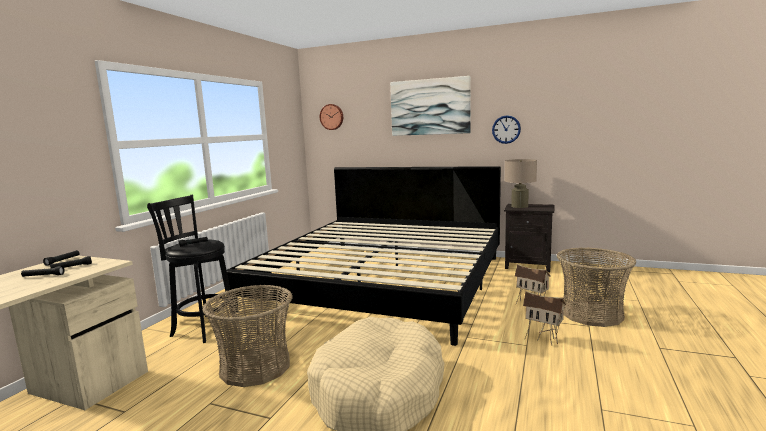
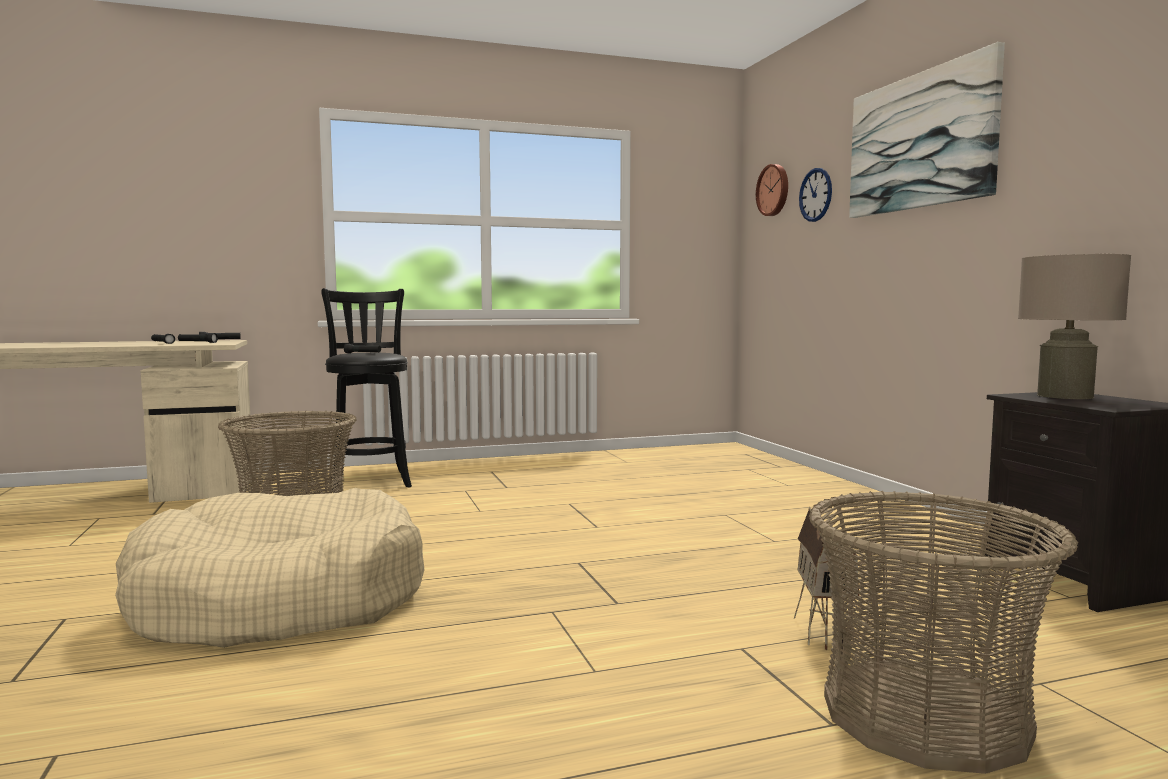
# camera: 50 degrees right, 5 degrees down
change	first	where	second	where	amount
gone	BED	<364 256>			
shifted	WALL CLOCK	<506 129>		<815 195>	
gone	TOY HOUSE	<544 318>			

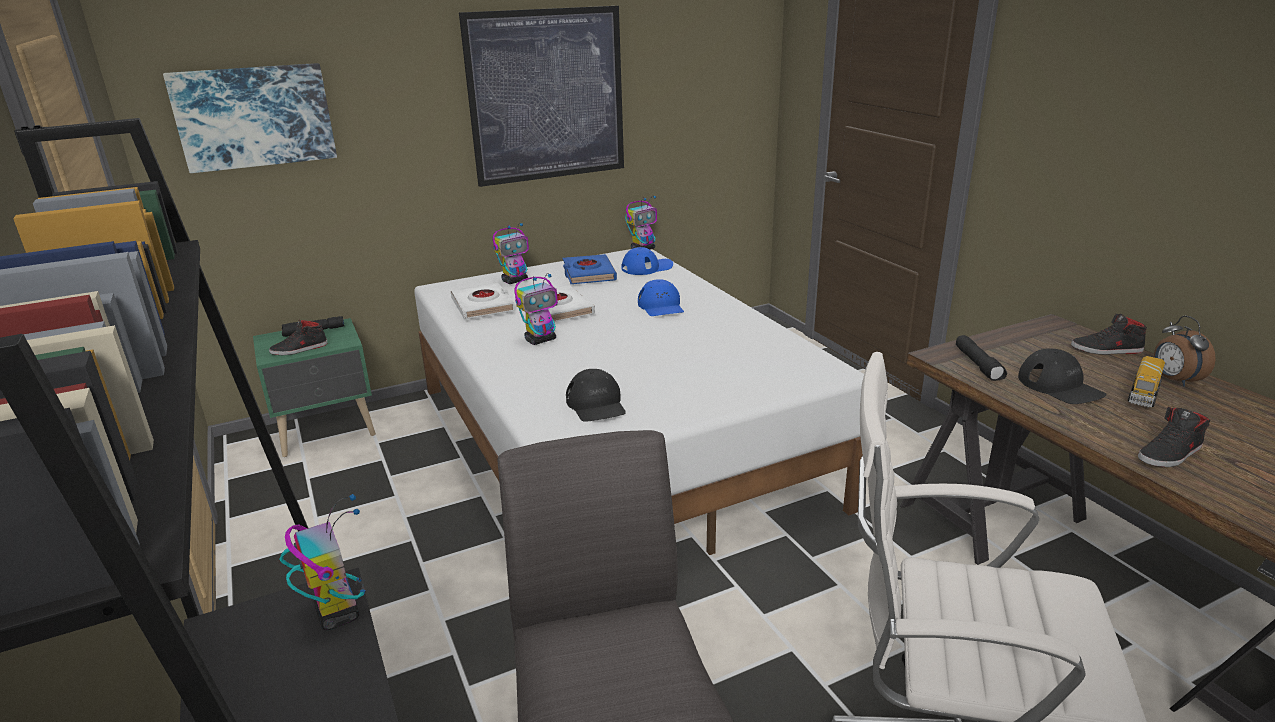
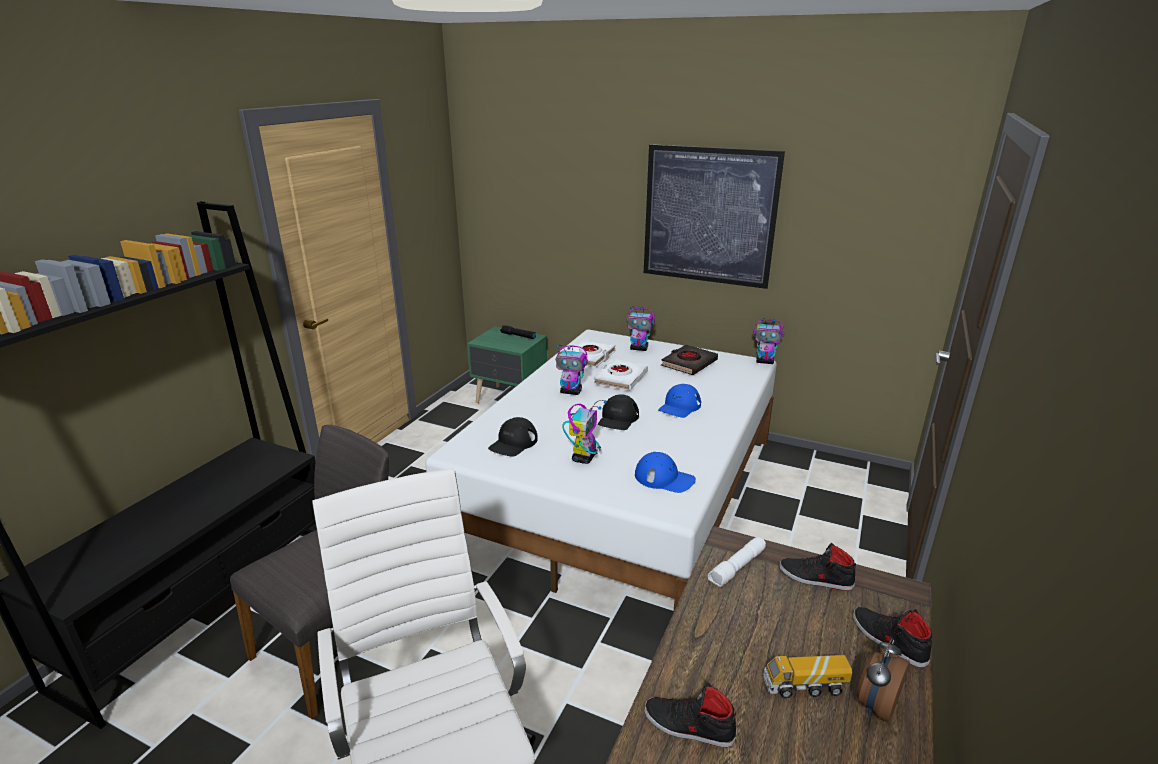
# camera: 50 degrees right, 0 degrees up
change	first	where	second	where	amount
gone	PICTURE	<250 118>			
shifted	BLACK SHOE	<298 337>		<817 567>	
shifted	TOY ROBOT	<322 562>		<585 432>	
repainted	BLUE BOOK	<590 269>	BLACK BOOK	<689 360>	
shifted	BLUE CAP	<647 261>		<665 472>	
repainted	BLACK FLASHLIGHT	<981 358>	WHITE FLASHLIGHT	<737 562>	
shifted	BLACK CAP	<1062 376>		<618 412>	

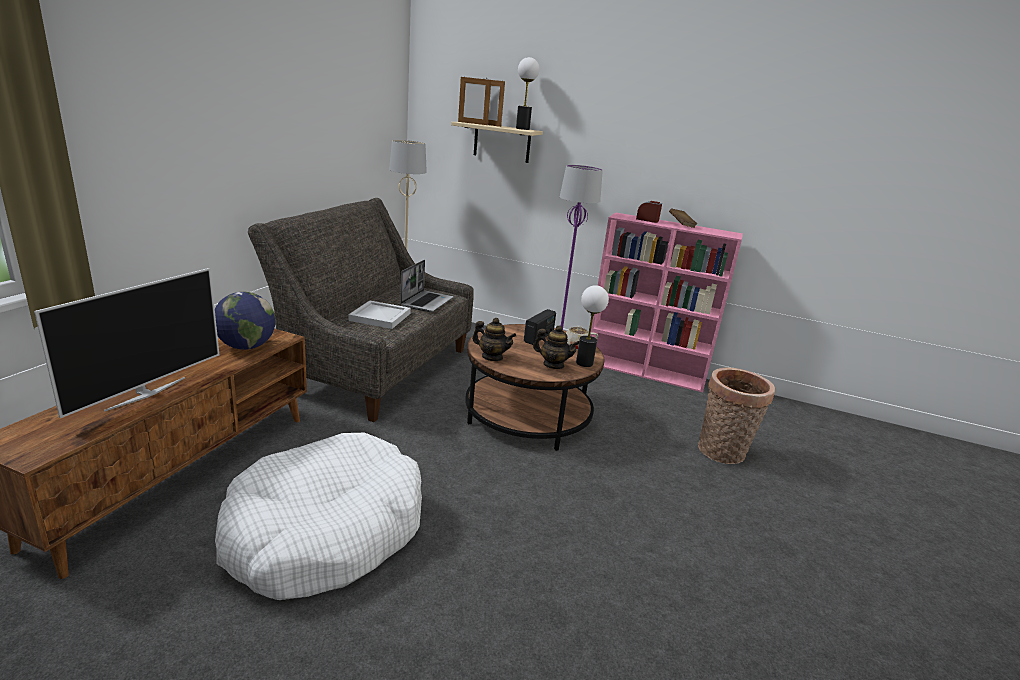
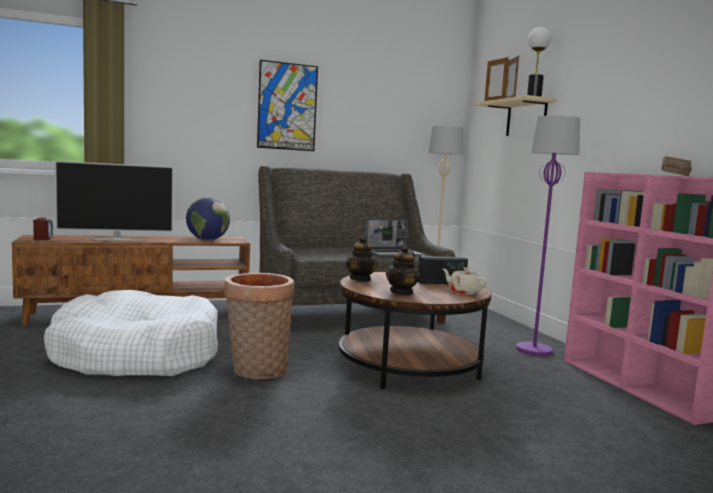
# camera: 50 degrees right, 15 degrees down
change	first	where	second	where	amount
gone	WHITE TRAY	<380 314>			
rotated	TEAPOT	<556 347>		<403 270>	45 degrees clockwise
gone	TABLE LAMP	<592 326>			
shifted	ALARM CLOCK	<649 212>		<43 229>	
shifted	BASKET	<736 415>		<259 326>	
new			PICTURE	<287 105>	

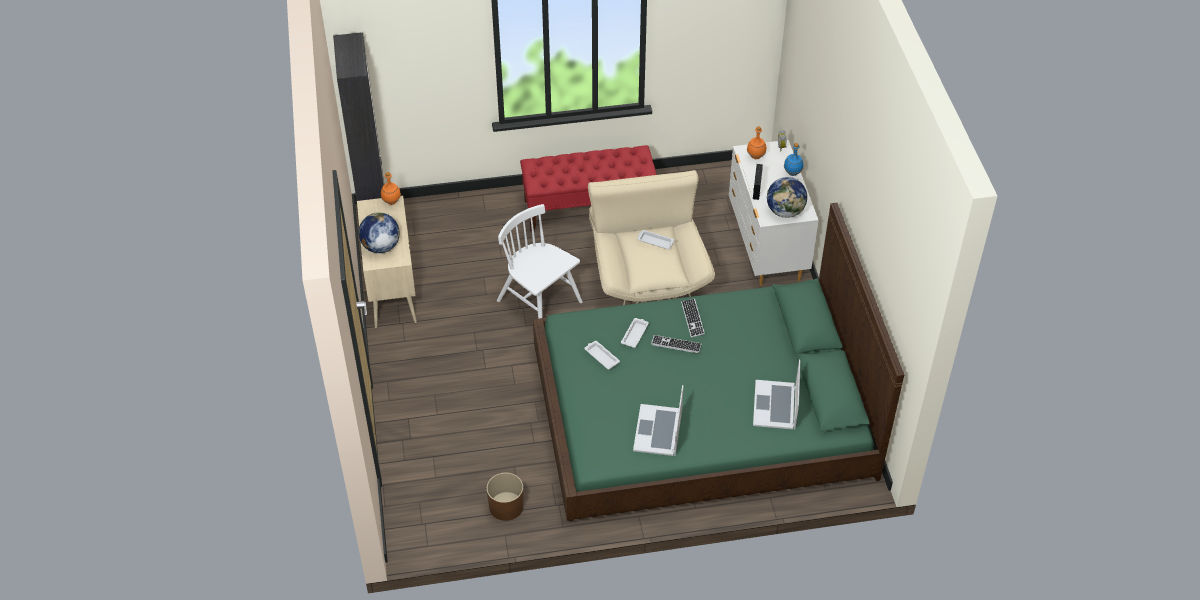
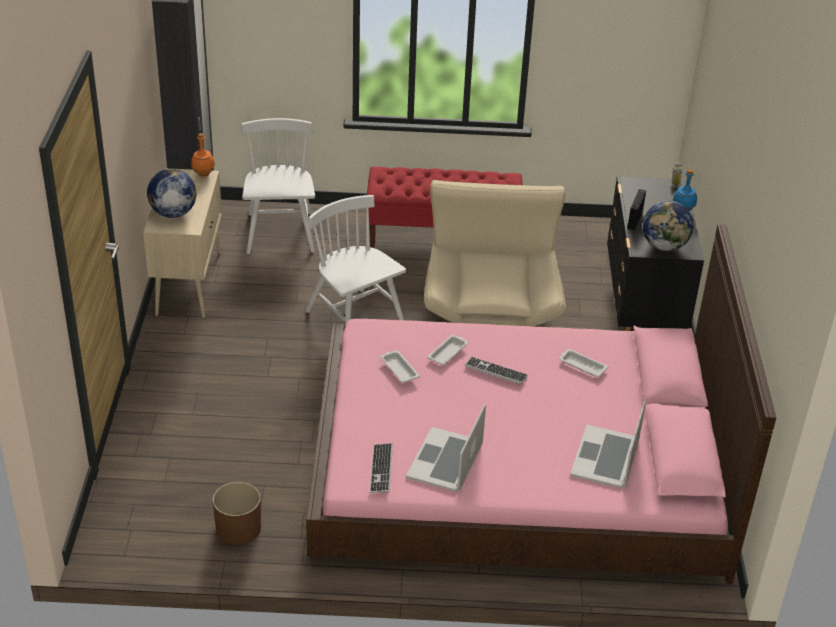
# camera: 10 degrees right, 10 degrees down
change	first	where	second	where	amount
repainted	GREEN BED	<718 362>	PINK BED	<541 404>	
shifted	WHITE TRAY	<656 239>		<584 363>	
shifted	KEYBOARD	<693 317>		<381 468>	
repainted	WHITE DRESSER	<773 213>	BLACK DRESSER	<655 253>	
gone	ORANGE BOTTLE	<756 142>			
new			WHITE CHAIR	<278 186>	

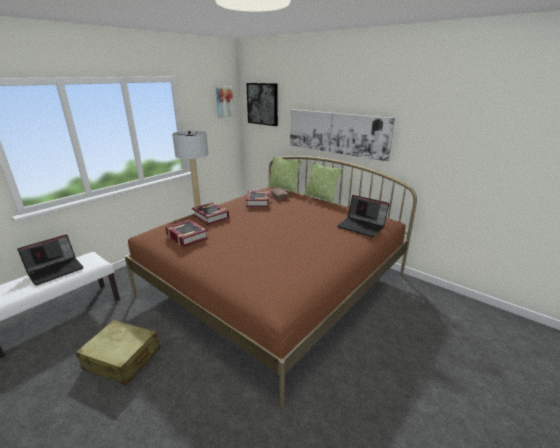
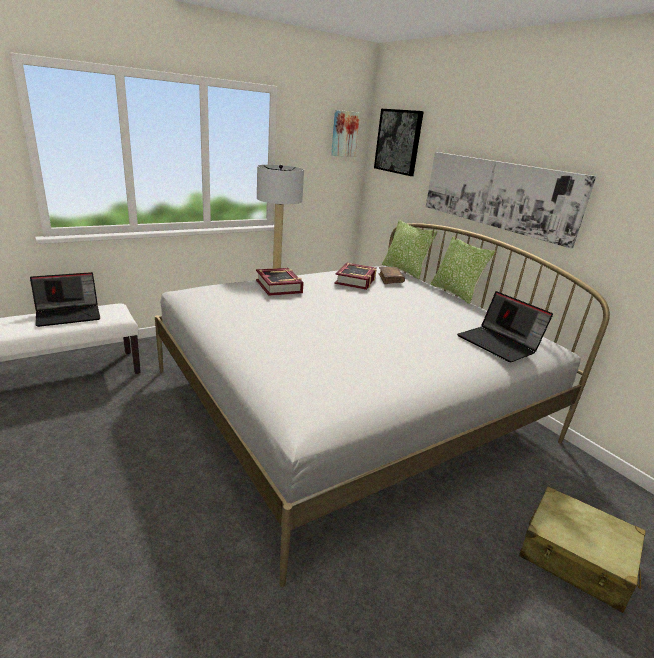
# camera: 15 degrees right, 0 degrees up
change	first	where	second	where	amount
shifted	BEIGE SUITCASE	<117 352>		<582 549>	
repainted	BROWN BED	<271 284>	WHITE BED	<382 405>	
gone	BOOK	<187 233>			

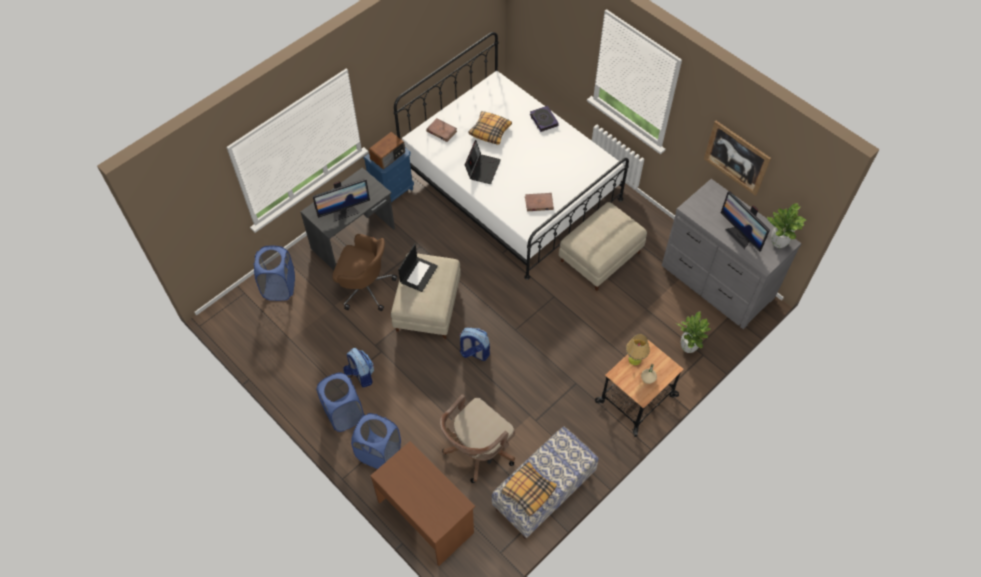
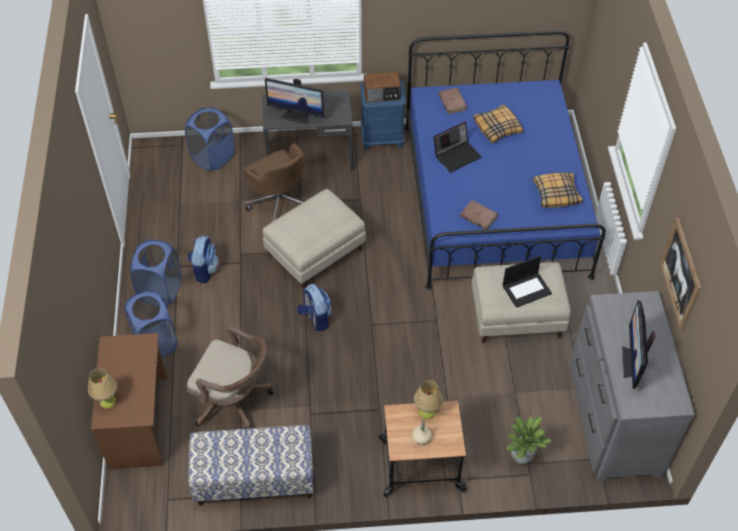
# camera: 40 degrees right, 5 degrees down
change	first	where	second	where	amount
repainted	WHITE BED	<511 156>	BLUE BED	<505 160>	
shifted	LAPTOP	<418 268>		<527 281>	
rotated	BROWN OFFICE CHAIR	<477 438>		<229 377>	150 degrees counterclockwise
shifted	PILLOW	<529 489>		<558 190>	
gone	BOOK	<544 119>			
gone	POTTED PLANT	<786 225>			
new			TABLE LAMP	<103 388>	

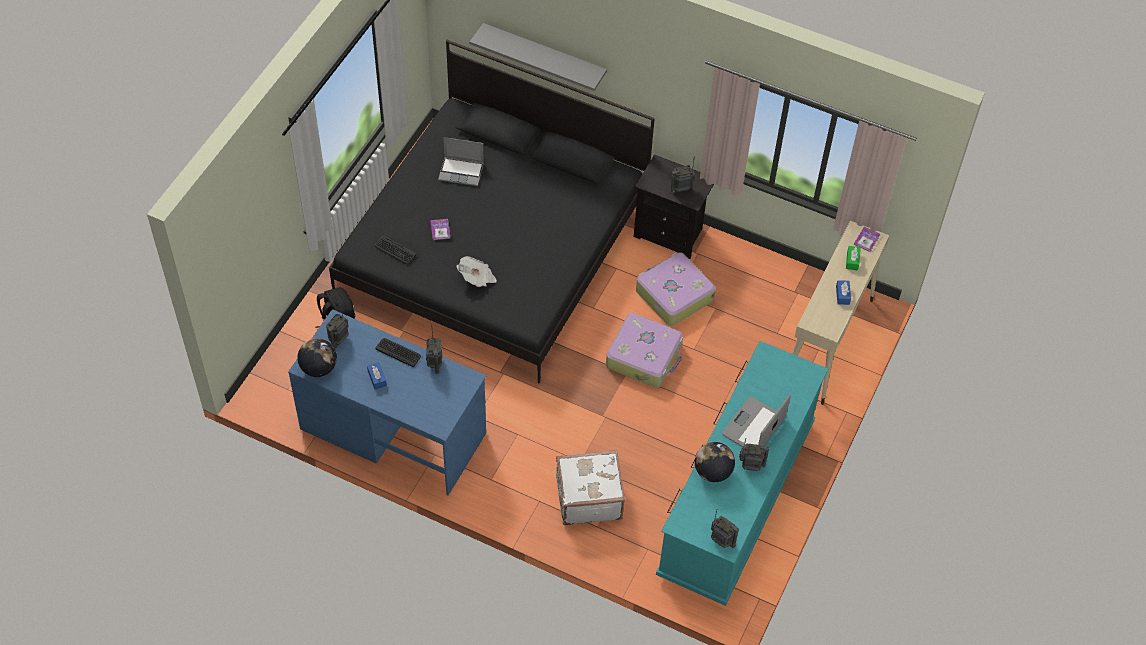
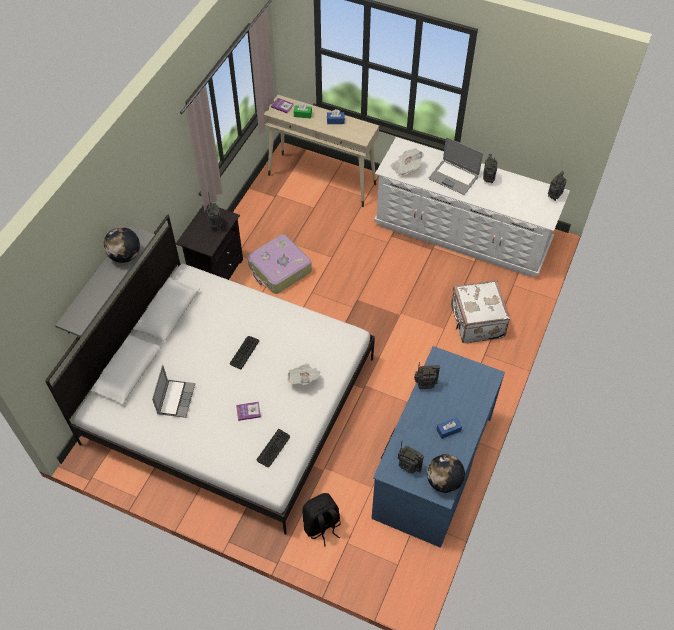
# camera: 90 degrees left, 0 degrees up
change	first	where	second	where	amount
repainted	BLACK BED	<492 212>	WHITE BED	<210 375>	
shifted	KEYBOARD	<398 352>		<244 352>	
gone	SUITCASE	<644 350>			
repainted	TURQUOISE DRESSER	<742 473>	WHITE DRESSER	<472 207>	
shifted	GLOBE	<715 462>		<121 245>	
new			NEWSPAPER	<407 162>	

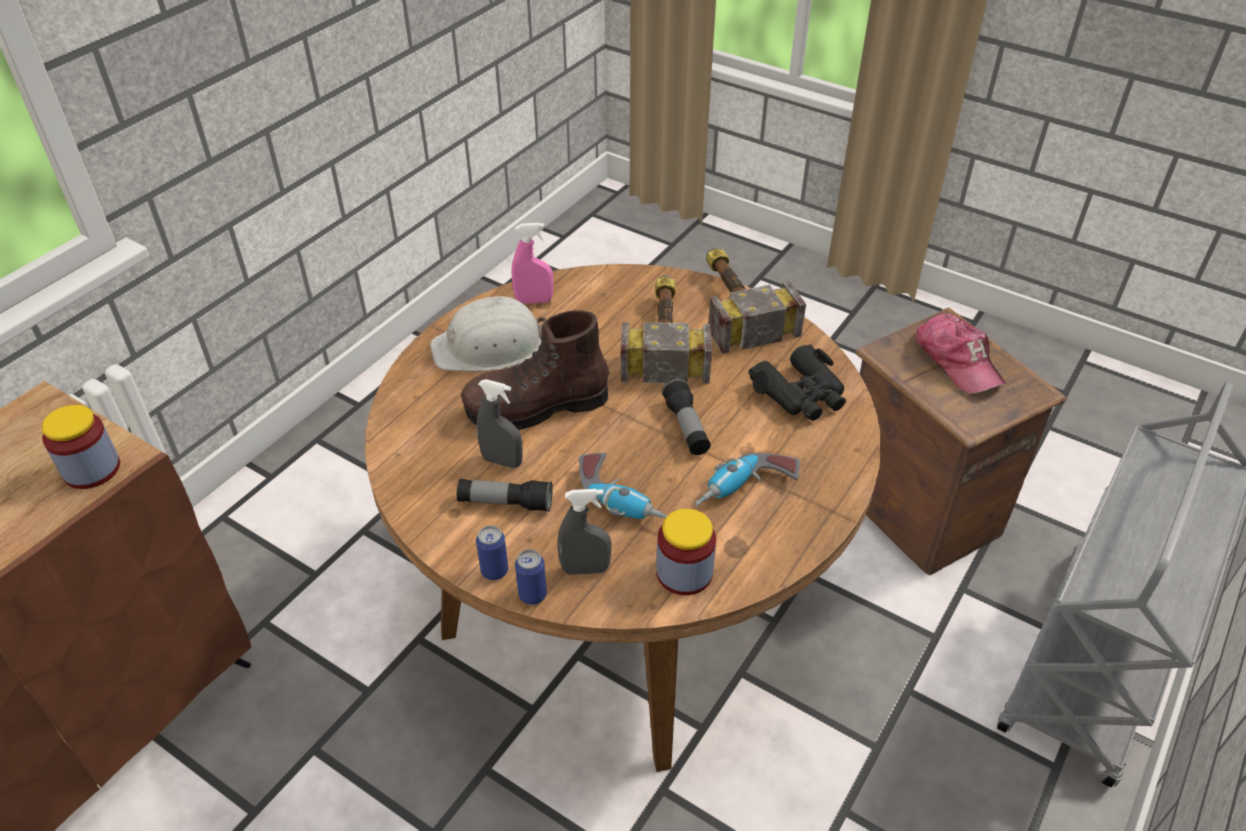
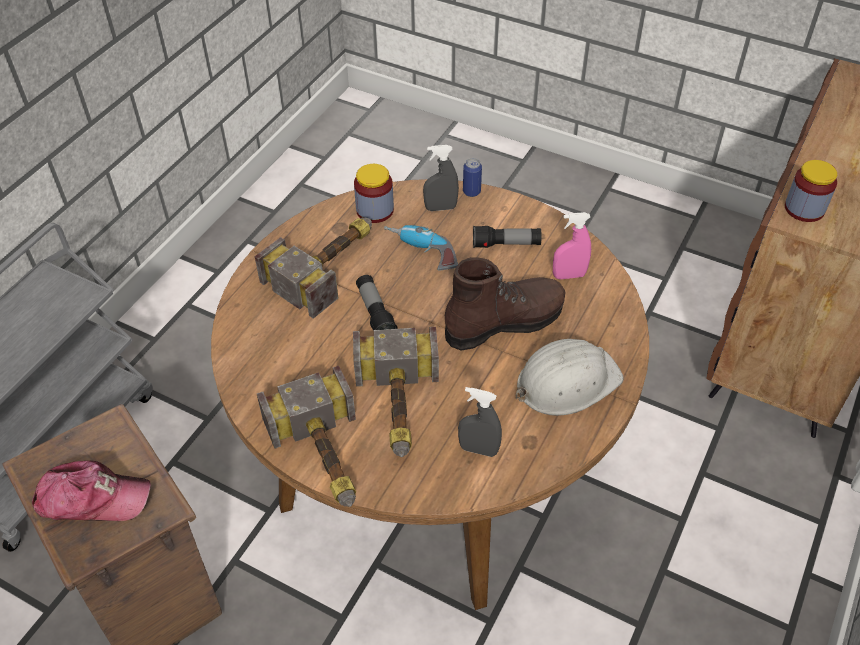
# camera: 175 degrees right, 5 degrees up
change	first	where	second	where	amount
shifted	GREY SPRAY BOTTLE	<499 423>		<480 422>	
gone	CAN	<492 552>			
shifted	PINK SPRAY BOTTLE	<532 263>		<572 246>	
swapped	POWER DRILL	<747 479>	HAMMER	<313 268>	
gone	BLACK BINOCULARS	<797 383>			
rotated	CAP	<960 353>		<91 490>	120 degrees clockwise

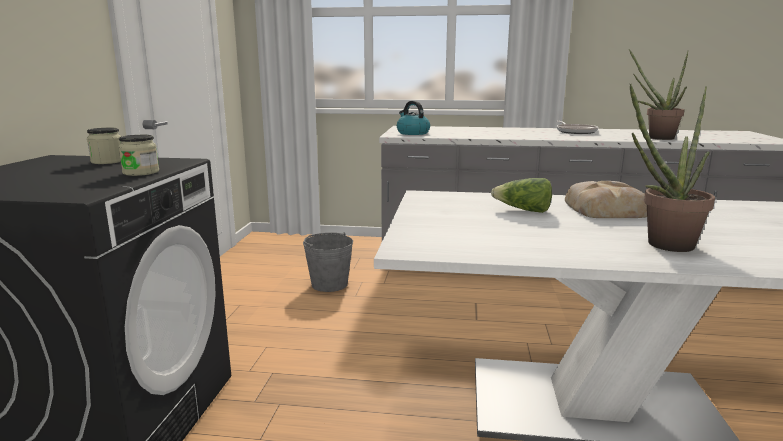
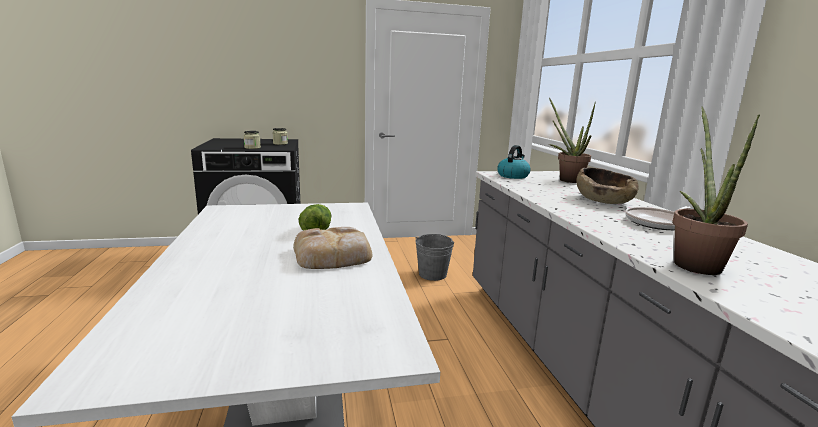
# camera: 70 degrees right, 0 degrees up
change	first	where	second	where	amount
shifted	POTTED PLANT	<672 167>		<572 140>	
new			BROWN BOWL	<607 185>	

